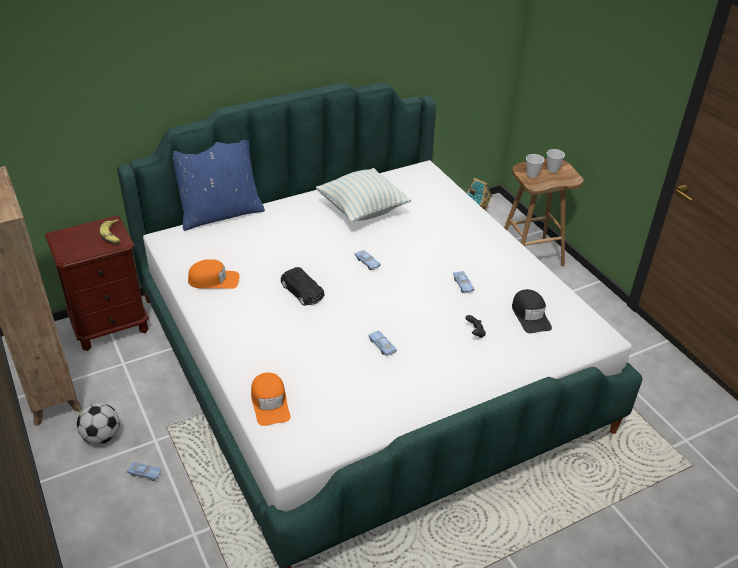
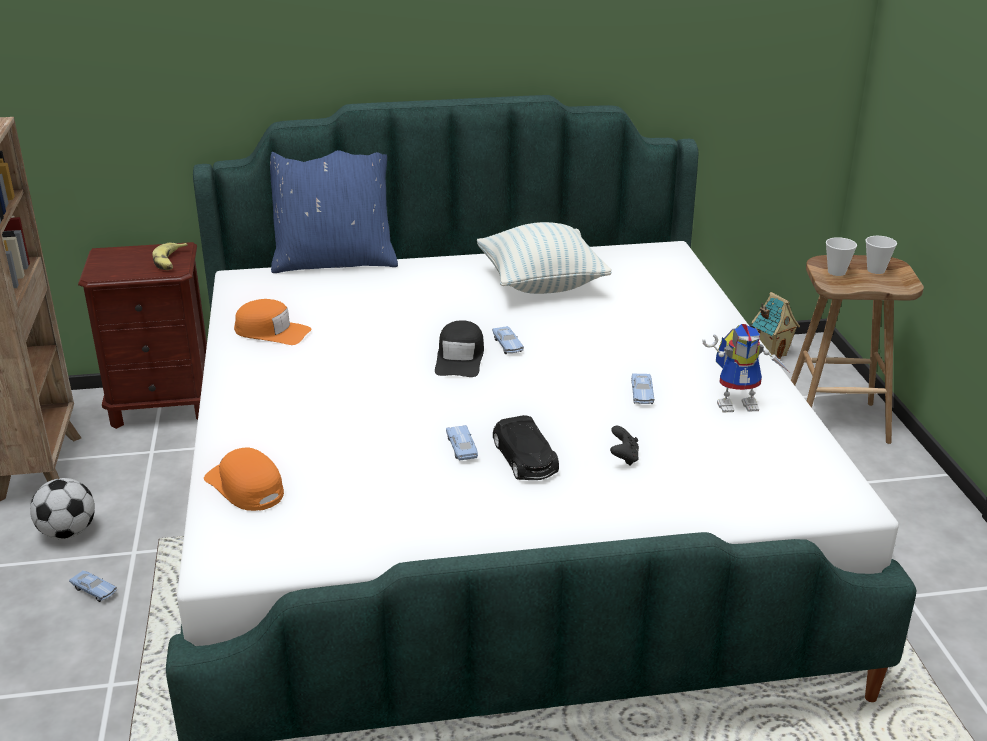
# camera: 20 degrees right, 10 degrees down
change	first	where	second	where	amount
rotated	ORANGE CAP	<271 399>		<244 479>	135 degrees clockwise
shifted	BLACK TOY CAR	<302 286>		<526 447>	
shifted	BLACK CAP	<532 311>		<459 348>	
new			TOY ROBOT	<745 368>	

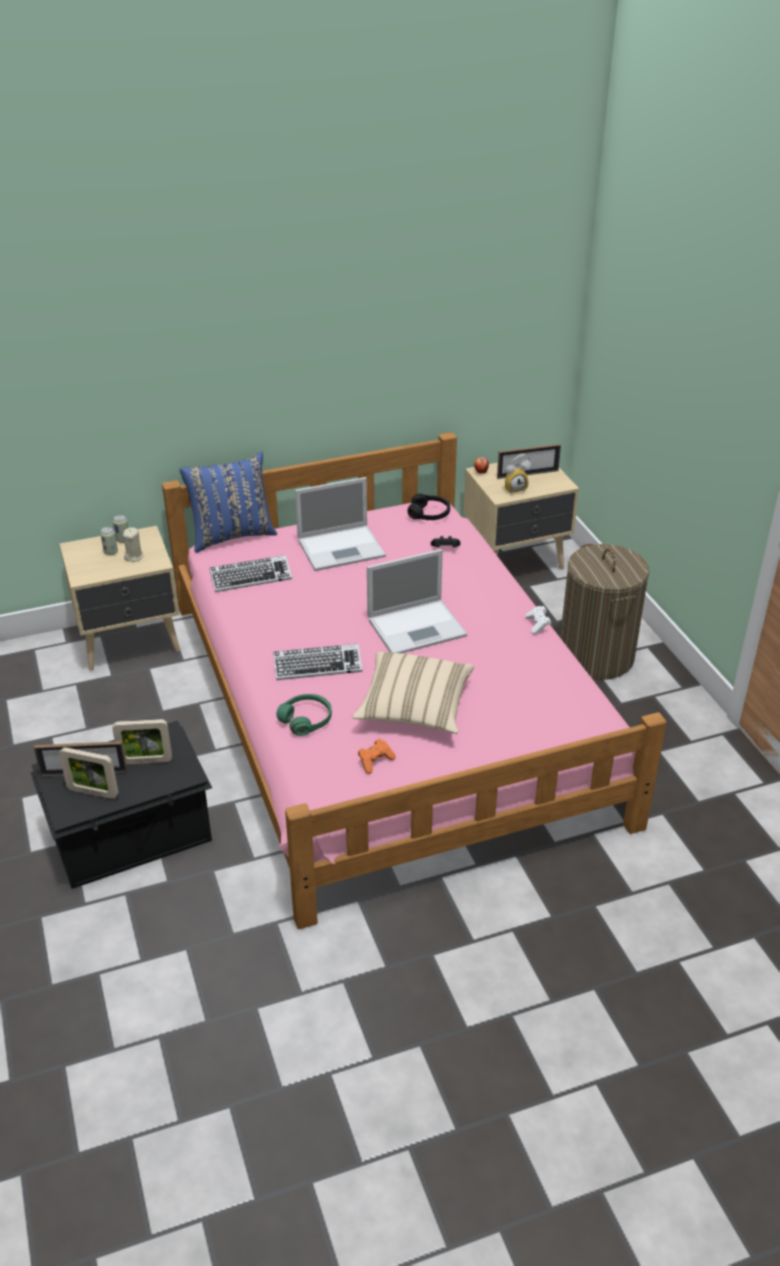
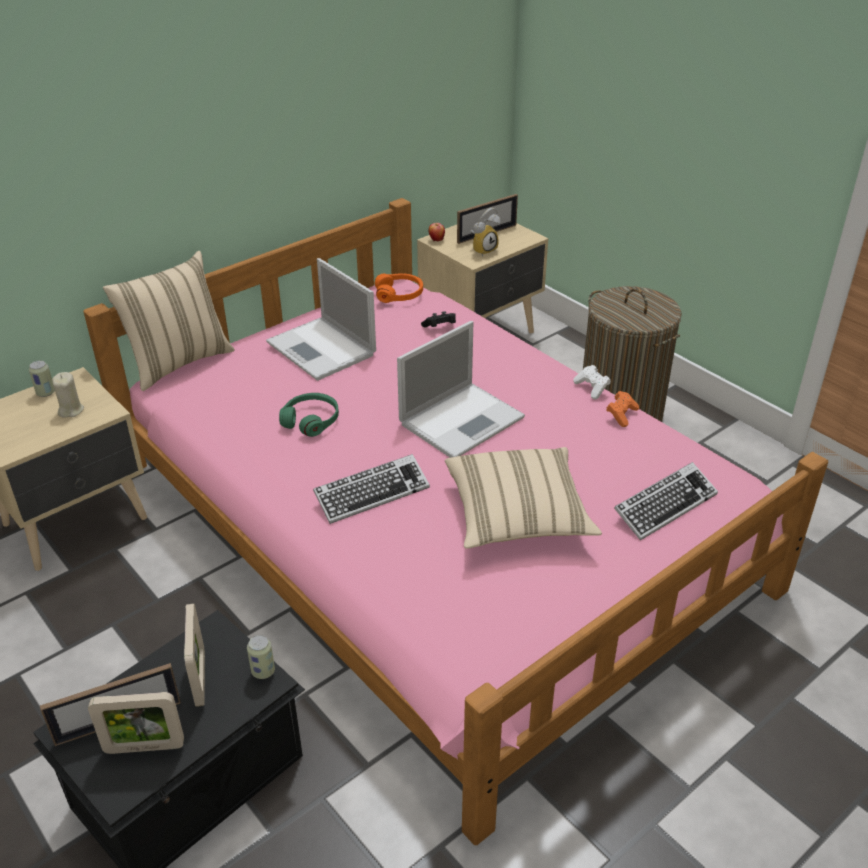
# camera: 20 degrees left, 0 degrees up
change	first	where	second	where	amount
shifted	CAN	<109 541>		<261 657>	
rotated	PICTURE FRAME	<142 741>		<194 655>	75 degrees counterclockwise
repainted	BLUE PILLOW	<228 502>	BEIGE PILLOW	<169 321>	
shifted	KEYBOARD	<251 573>		<666 501>	
shifted	GREEN HEADPHONES	<304 715>		<309 415>	
rotated	LAPTOP	<340 524>		<321 319>	90 degrees clockwise
shifted	ORANGE GAME CONTROLLER	<376 756>		<622 409>	
repainted	BLACK HEADPHONES	<428 506>	ORANGE HEADPHONES	<399 288>	

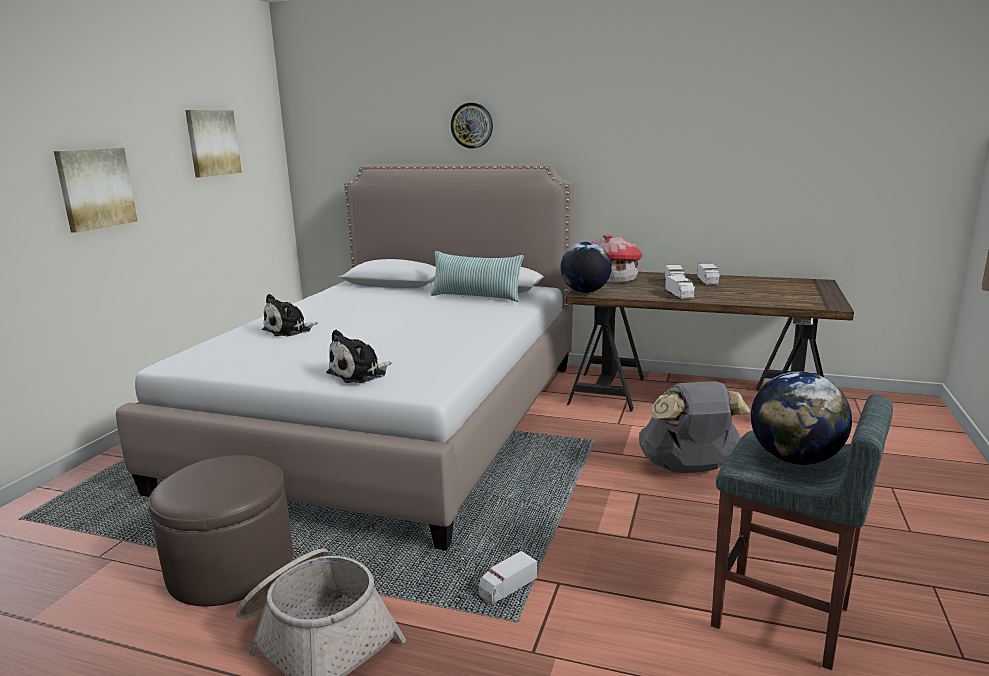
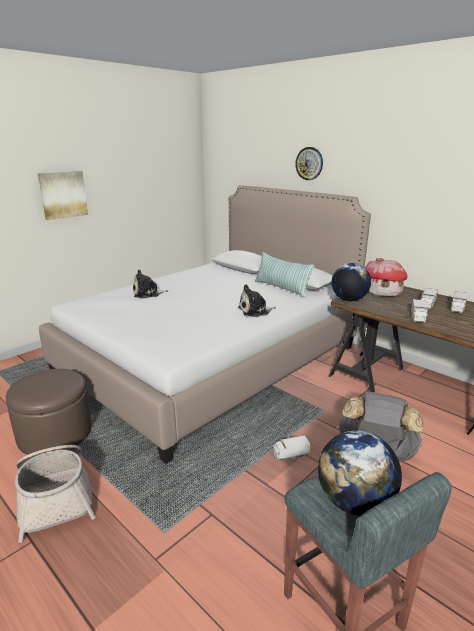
# camera: 25 degrees right, 5 degrees up
change	first	where	second	where	amount
gone	PICTURE	<213 143>			
shifted	PLUSH TOY	<358 356>		<257 300>	
shifted	TOY TRUCK	<508 578>		<291 447>	

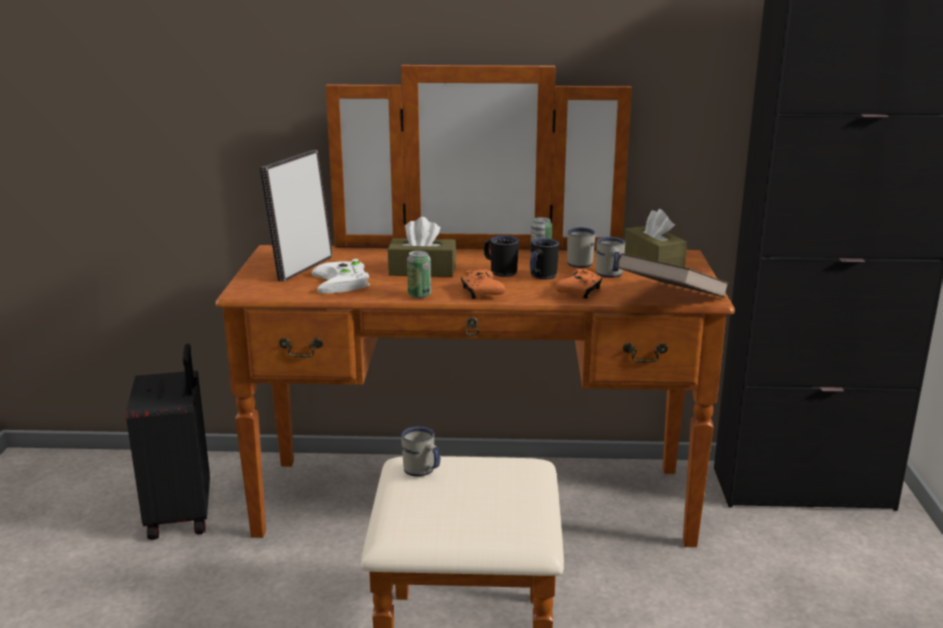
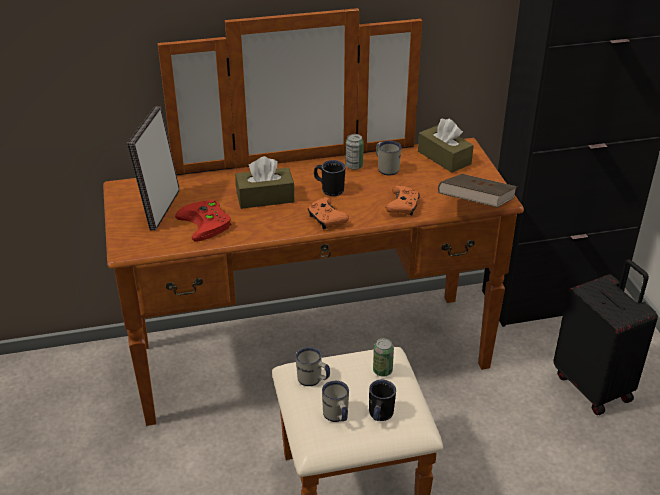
# camera: 15 degrees left, 15 degrees up
change	first	where	second	where	amount
shifted	BLACK SUITCASE	<168 441>		<605 337>	
repainted	WHITE GAME CONTROLLER	<341 276>	RED GAME CONTROLLER	<203 220>	
shifted	CAN	<419 274>		<383 357>	
shifted	BLACK MUG	<544 259>		<382 400>	
shifted	WHITE MUG	<610 257>		<335 401>	

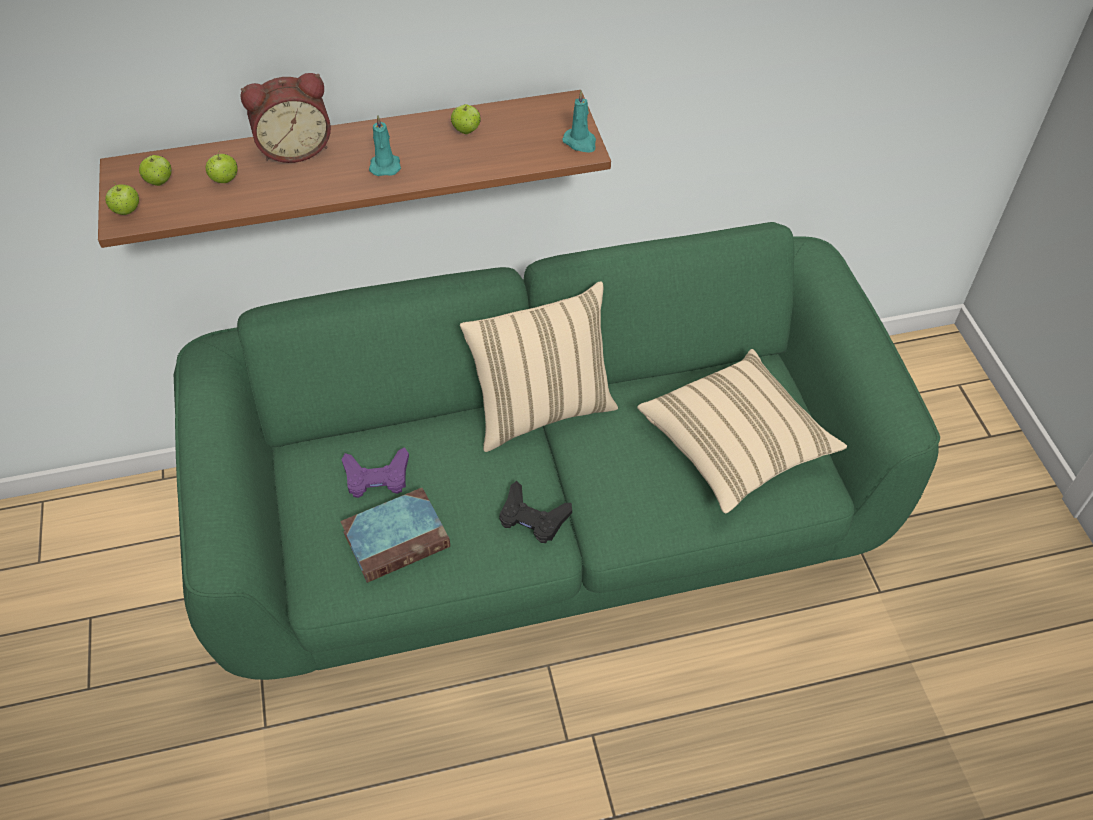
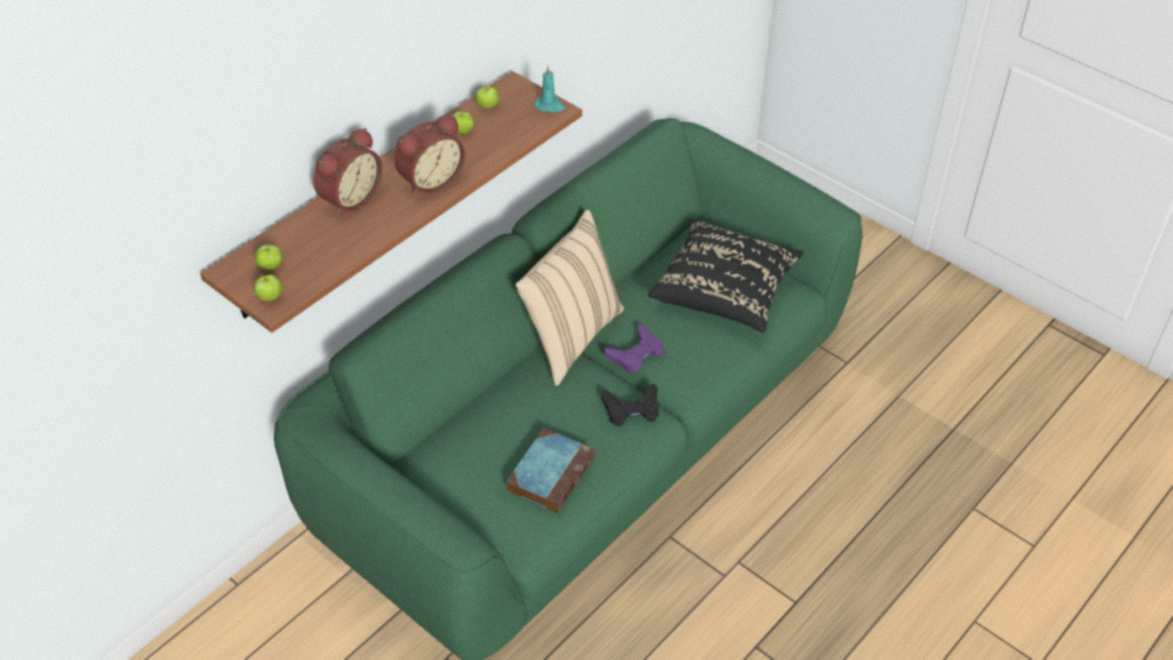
# camera: 35 degrees left, 5 degrees down
change	first	where	second	where	amount
shifted	APPLE	<222 167>		<487 96>	
shifted	PURPLE GAME CONTROLLER	<375 472>		<634 349>	
swapped	TURQUOISE CANDLE	<385 145>	ALARM CLOCK	<429 155>	
repainted	BEIGE PILLOW	<742 431>	BLACK PILLOW	<725 276>	

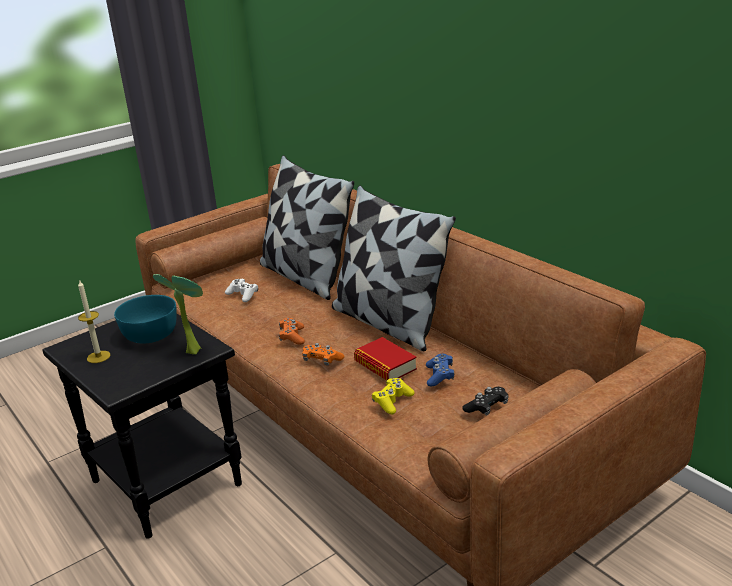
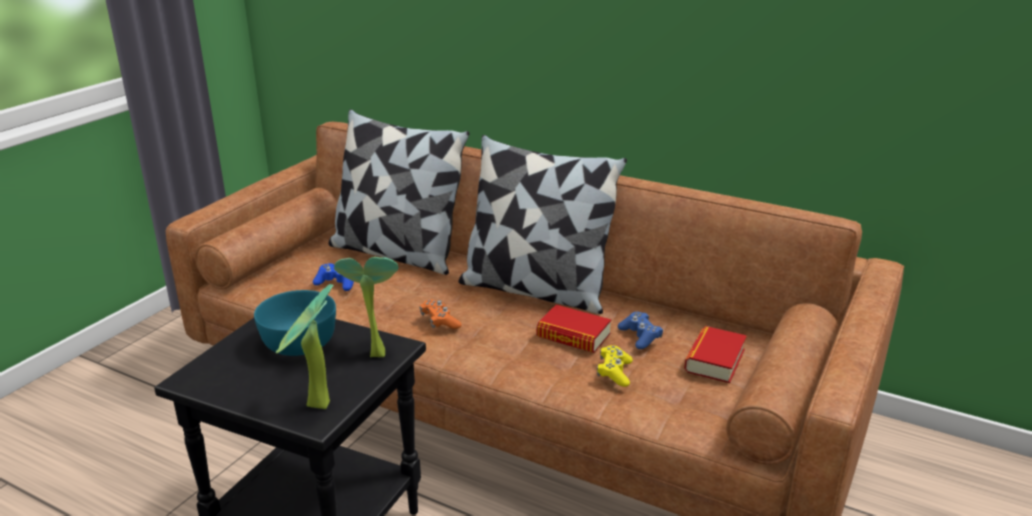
# camera: 25 degrees left, 0 degrees up
change	first	where	second	where	amount
gone	CANDLE	<94 321>			
repainted	WHITE GAME CONTROLLER	<241 290>	BLUE GAME CONTROLLER	<333 277>	
gone	ORANGE GAME CONTROLLER	<323 354>			
swapped	BLACK GAME CONTROLLER	<485 401>	BOOK	<715 354>	
new			POTTED PLANT	<305 346>	

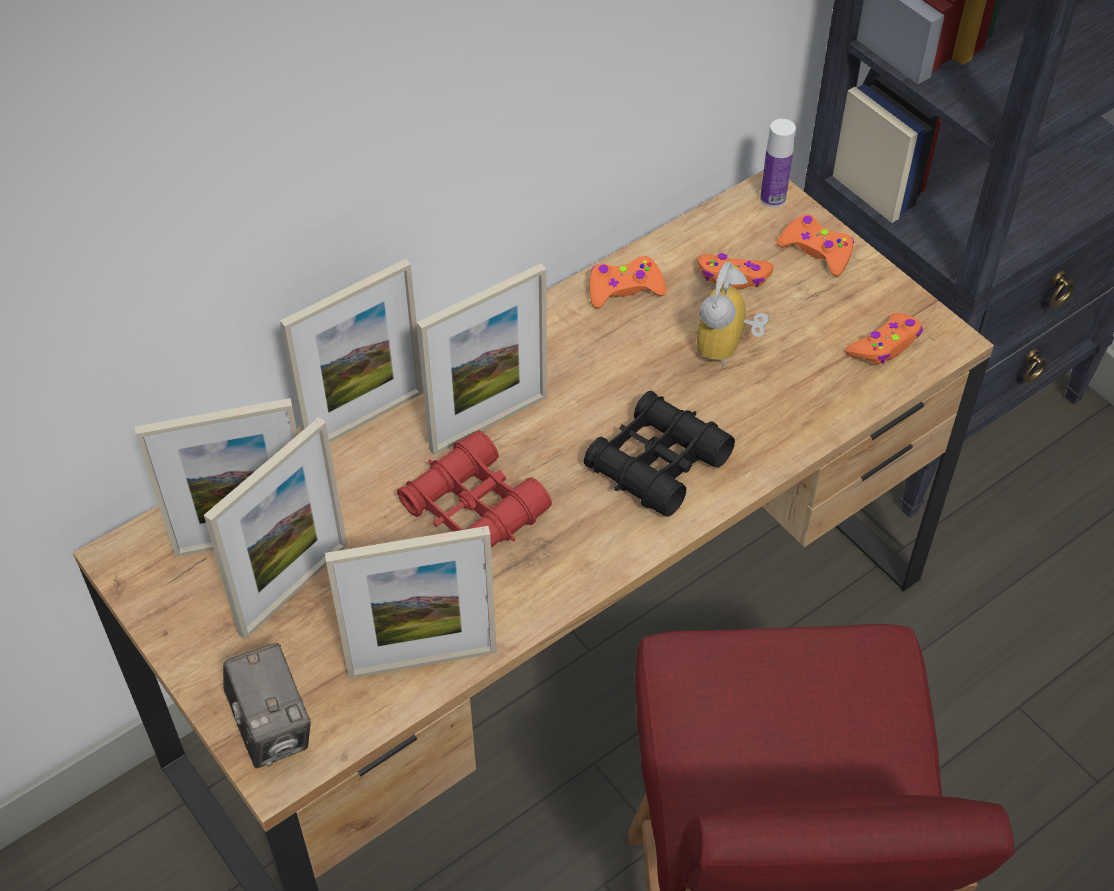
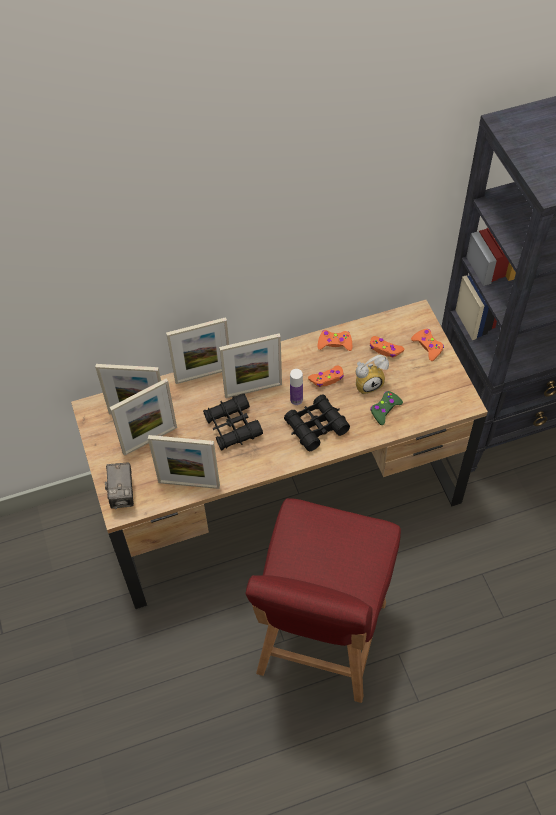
# camera: 20 degrees right, 5 degrees up
change	first	where	second	where	amount
repainted	RED BINOCULARS	<474 489>	BLACK BINOCULARS	<233 422>	
rotated	ALARM CLOCK	<733 314>		<372 375>	150 degrees counterclockwise
shifted	BOTTLE	<778 163>		<296 387>	
shifted	ORANGE GAME CONTROLLER	<884 338>		<326 376>	
new			GREEN GAME CONTROLLER	<386 408>	

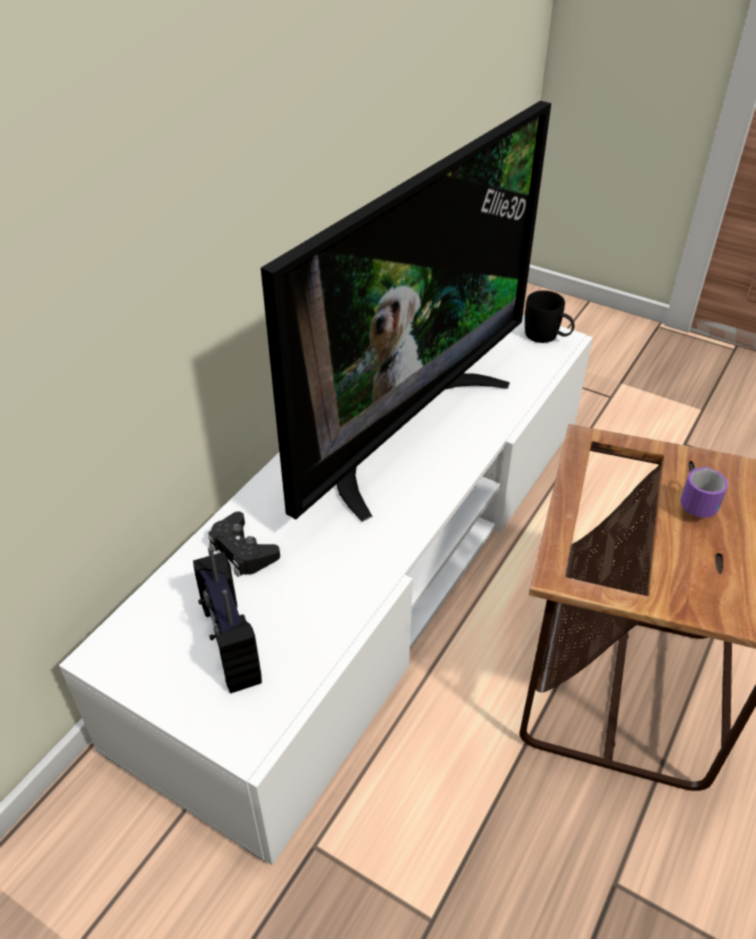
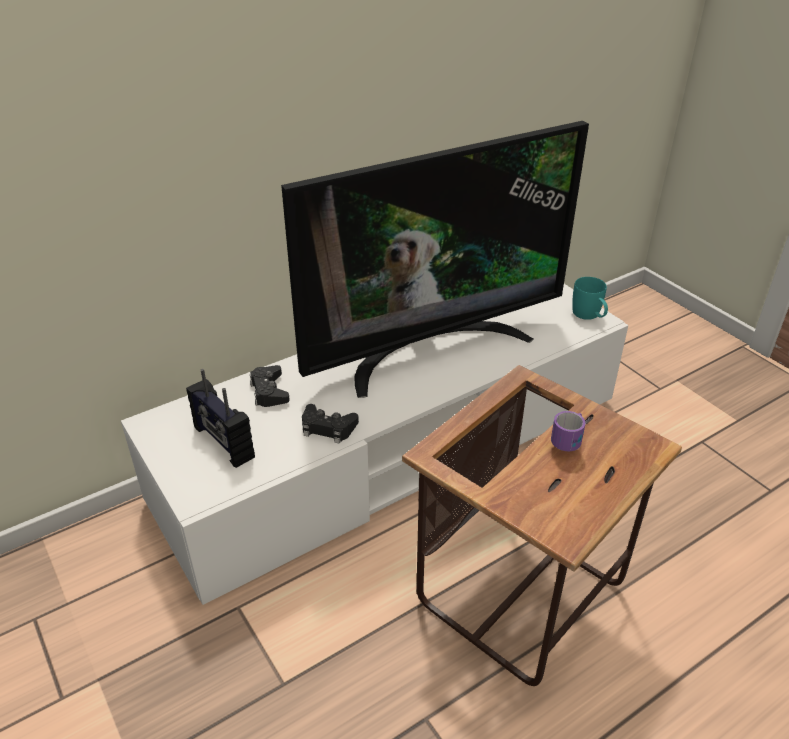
# camera: 25 degrees right, 5 degrees down
change	first	where	second	where	amount
rotated	RADIO	<227 620>		<220 418>	45 degrees counterclockwise
repainted	BLACK MUG	<550 316>	TURQUOISE MUG	<590 298>	
new			BLACK GAME CONTROLLER	<330 424>	

